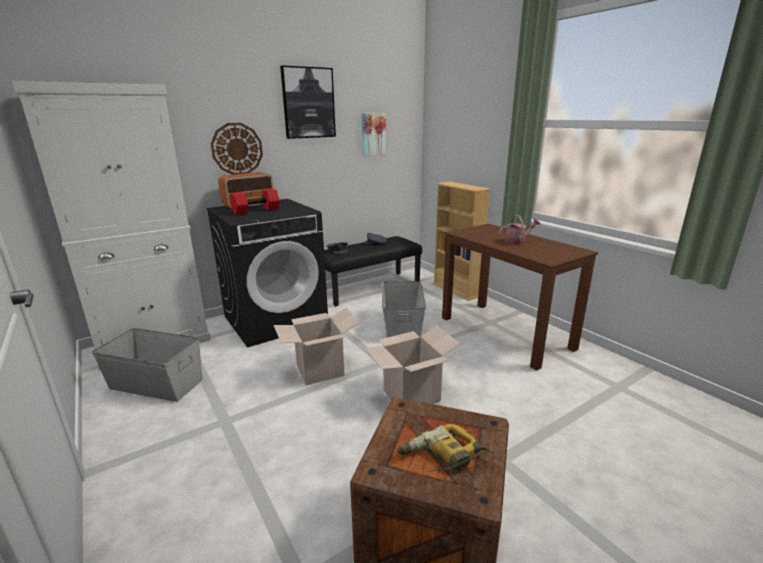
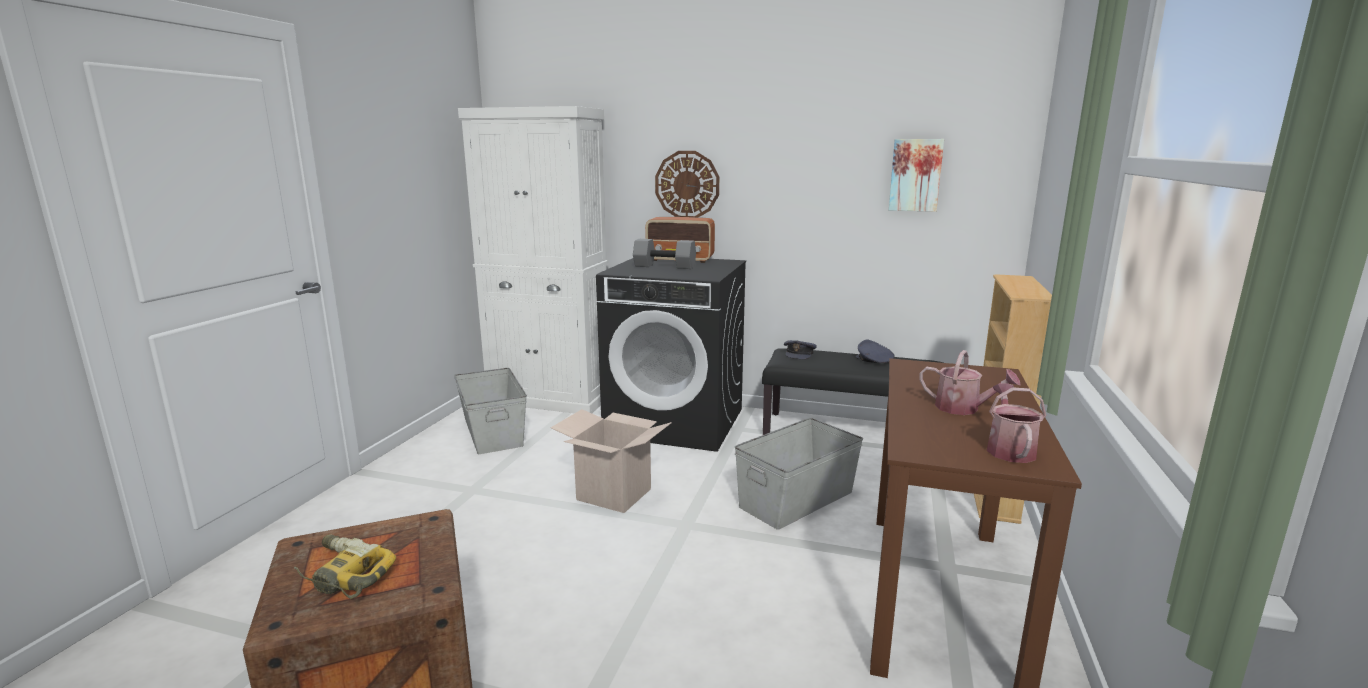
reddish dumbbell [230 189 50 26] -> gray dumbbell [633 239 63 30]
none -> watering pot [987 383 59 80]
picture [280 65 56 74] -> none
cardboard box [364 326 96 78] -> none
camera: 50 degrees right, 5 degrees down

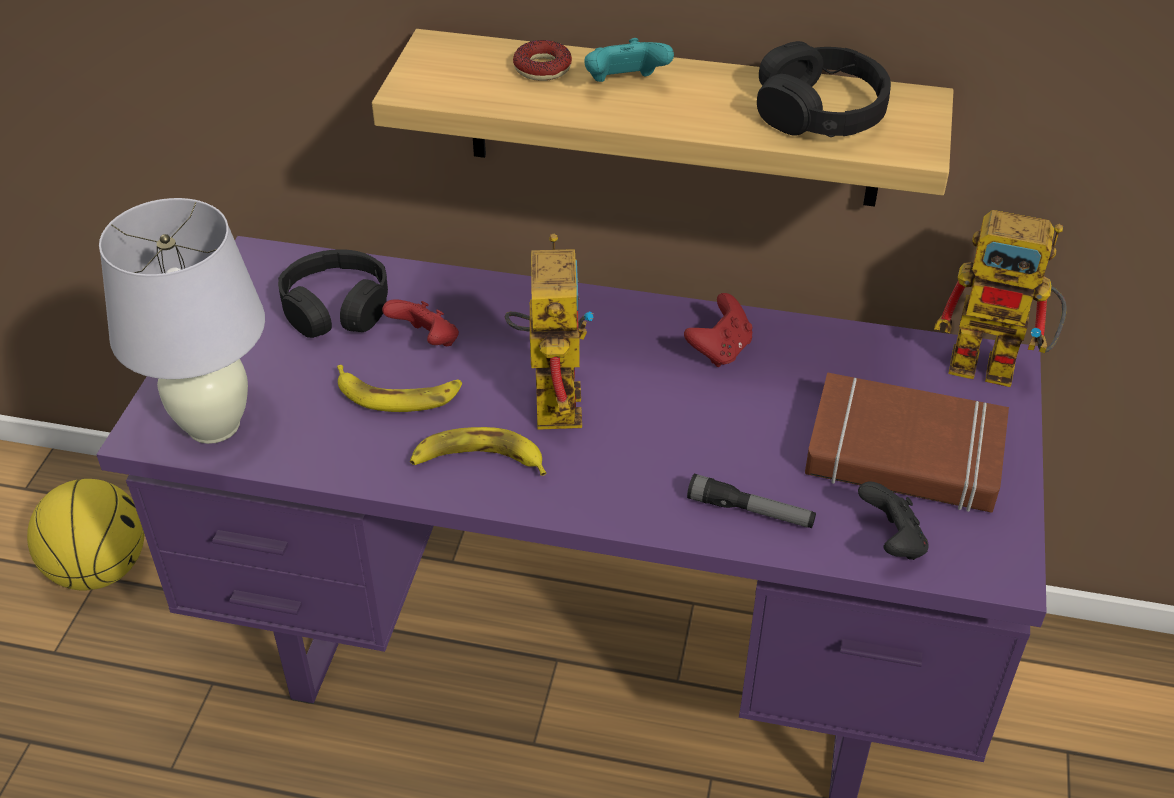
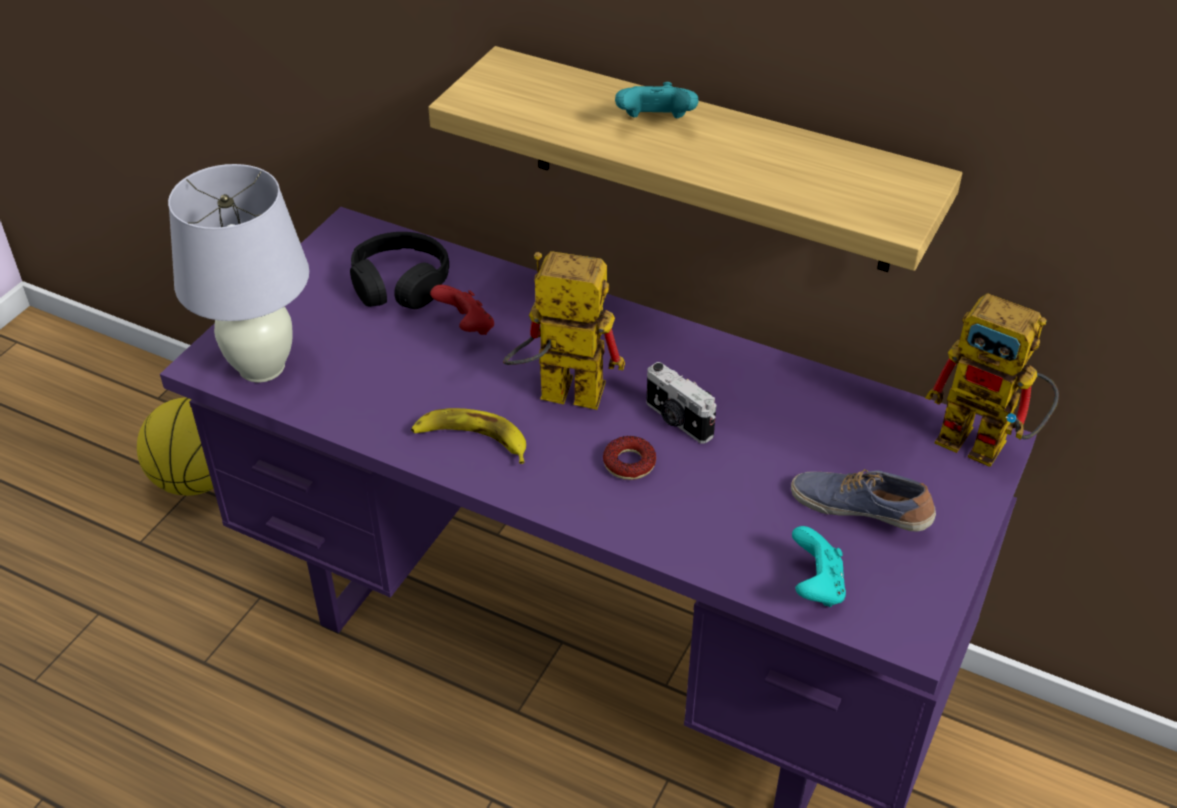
toy robot [505 234 89 196] -> toy robot [503 251 122 159], 90 degrees counterclockwise
ring doughnut [513 40 59 41] -> ring doughnut [603 436 53 44], move
none -> photo camera [646 362 70 82]
brown-coloured book [805 372 204 141] -> shoe [791 469 145 62]
black gamepad [858 481 71 79] -> turquoise-coloured gamepad [792 526 54 81]
banana [337 365 125 47] -> none
reddish gamepad [684 293 68 74] -> none
torch [687 474 129 54] -> none
black pair of headphones [757 41 134 96] -> none
camera: 15 degrees right, 0 degrees up

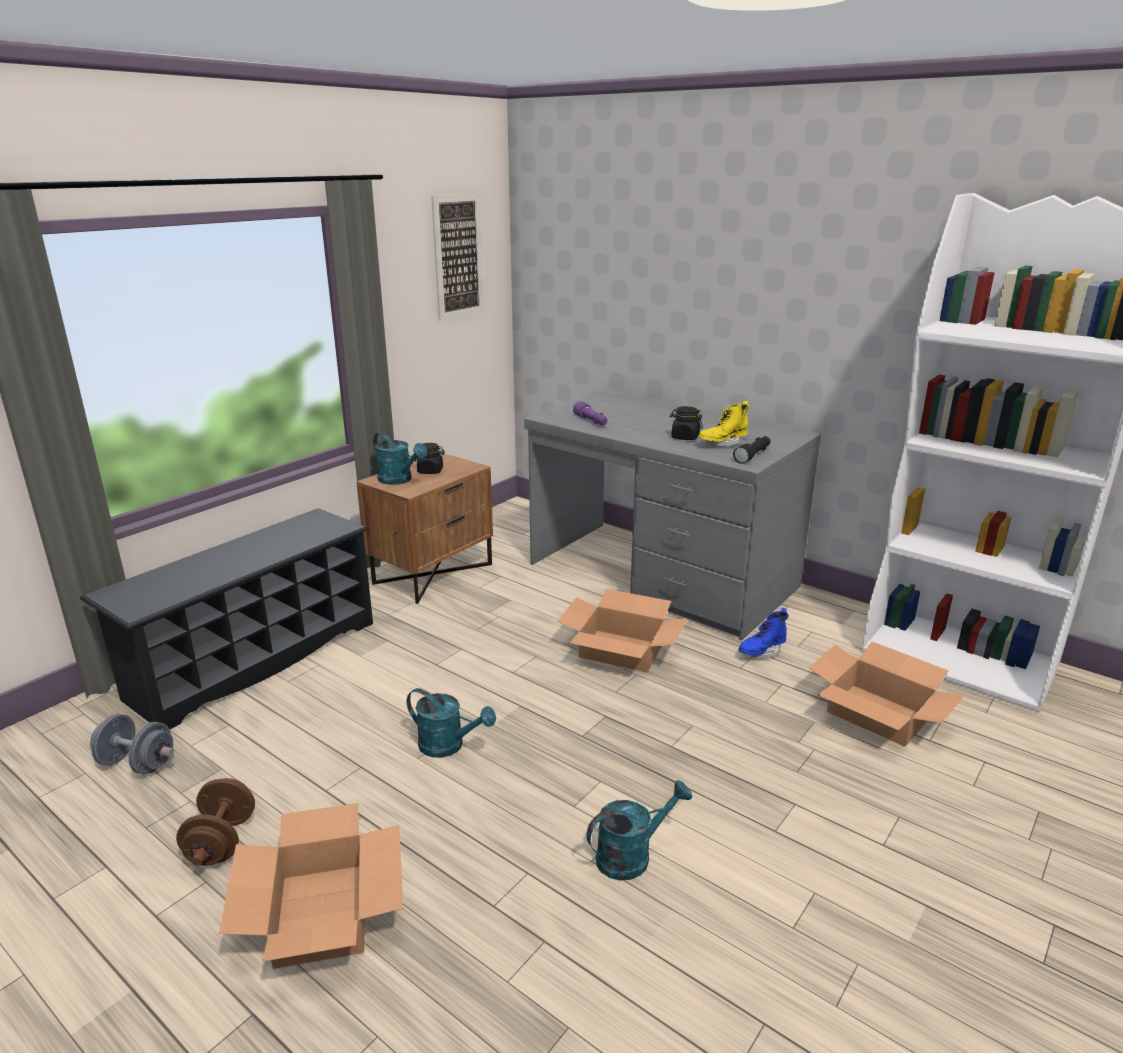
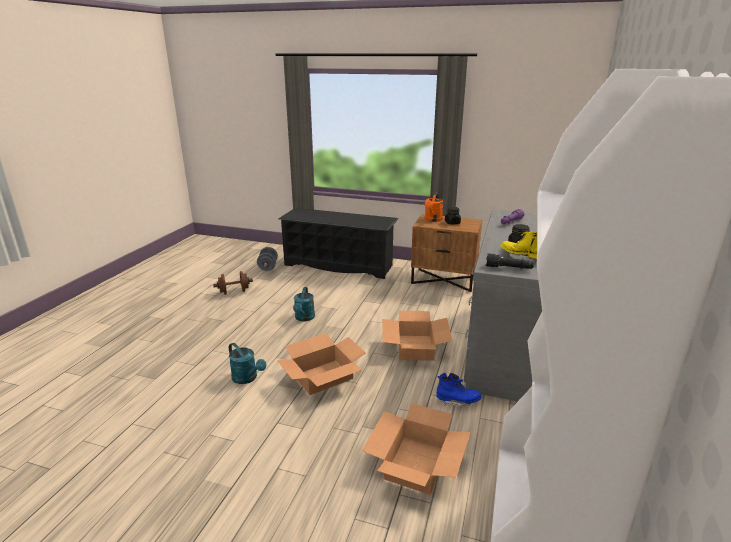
cardboard box [219 803 184 166] -> cardboard box [277 333 89 62], move
turquoise-coloured watering pot [373 432 54 53] -> orange watering pot [424 193 19 29]
bluish tall boot [738 608 51 51] -> bluish tall boot [436 373 46 33], 150 degrees clockwise
picture [431 193 54 128] -> none
camera: 70 degrees right, 0 degrees up

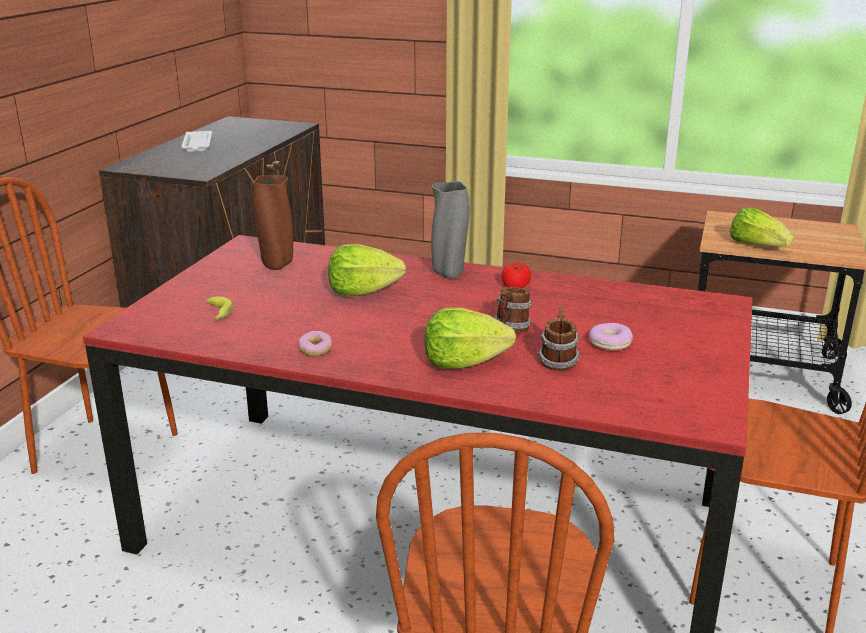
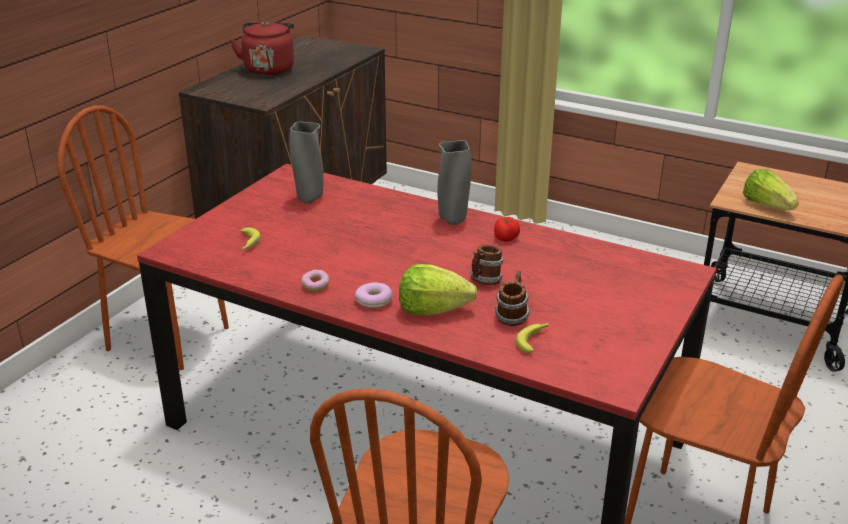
white-coloured serving tray [181 131 31 21] -> reddish tea kettle [230 21 64 55]
brown-coloured vase [253 175 40 95] -> gray vase [289 121 35 82]
ring doughnut [589 323 44 27] -> ring doughnut [355 283 38 25], move
none -> banana [516 323 33 30]
lettuce head [328 244 78 52] -> none
camera: 10 degrees right, 5 degrees up

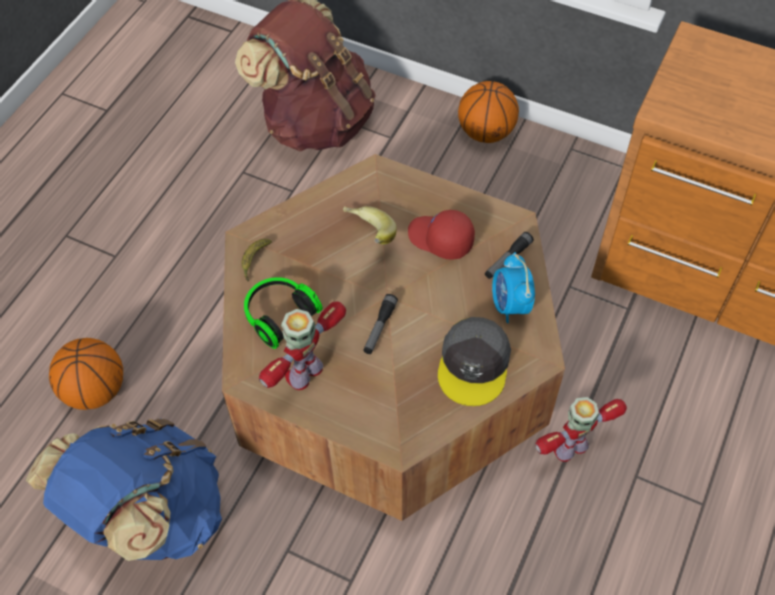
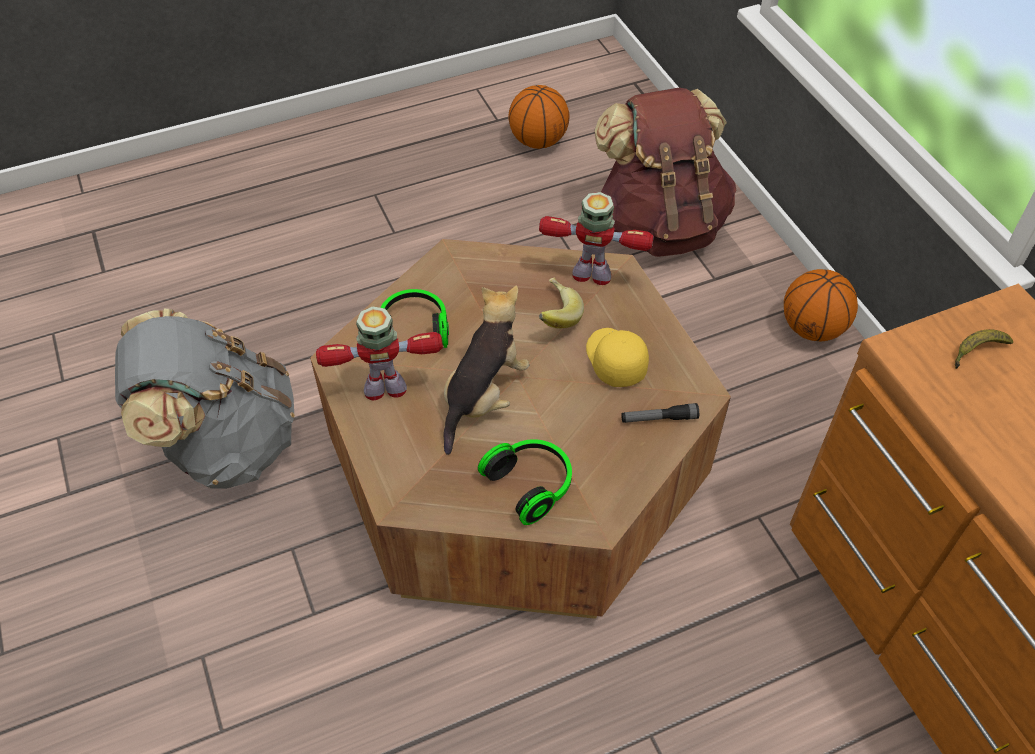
bluish backpack [26 419 196 142] -> gray backpack [115 309 180 180]
torch [363 294 35 60] -> soft toy [443 286 87 169]
gray peaked cap [438 317 73 89] -> pair of headphones [478 439 94 86]
basketball ball [49 338 74 72] -> basketball ball [508 85 61 64], move
toy robot [535 397 92 65] -> toy robot [539 192 115 93], move
reddish peaked cap [408 210 67 50] -> yellowish peaked cap [586 328 63 59]
banana [241 239 31 42] -> banana [955 329 58 40], move
bedside clock [492 252 43 71] -> none
camera: 40 degrees right, 5 degrees down

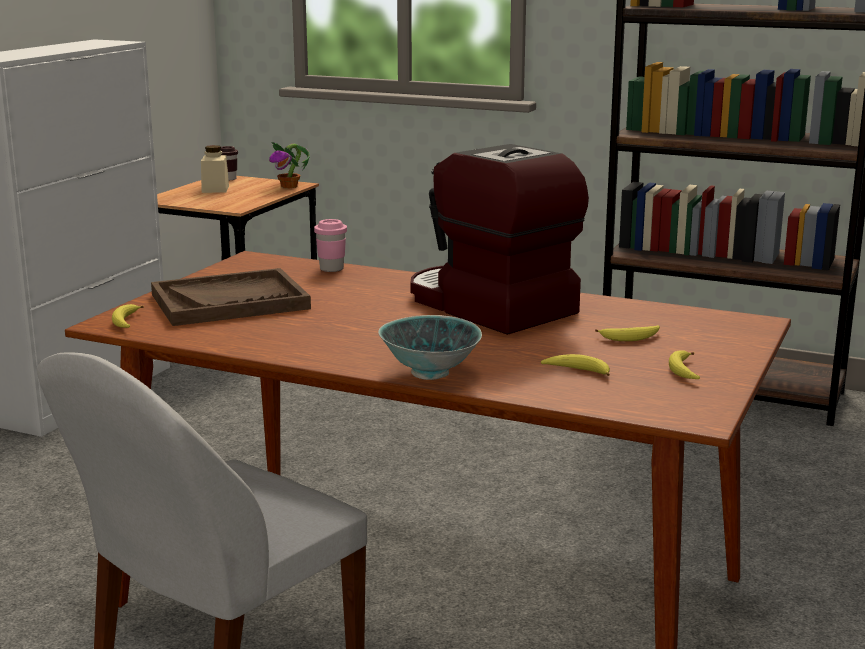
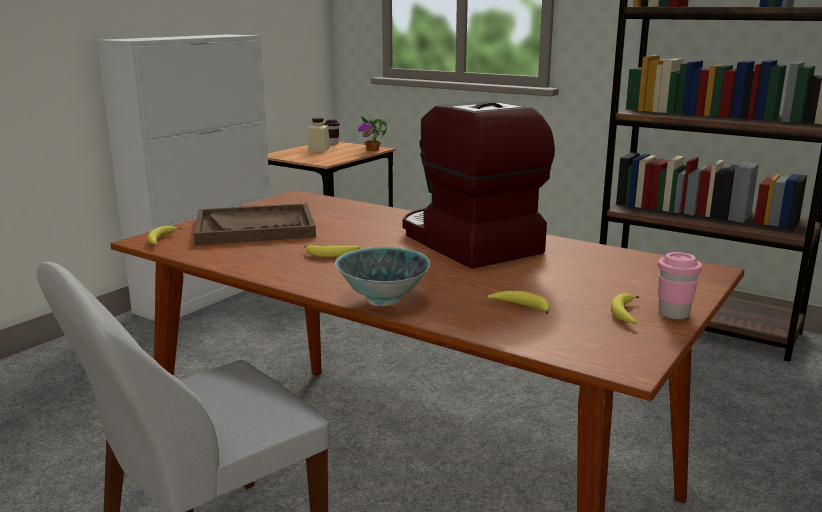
banana [595 325 65 16] -> banana [304 246 57 11], move
pink small cup [314 219 33 53] -> pink small cup [658 252 44 68], move
camera: 10 degrees right, 0 degrees up

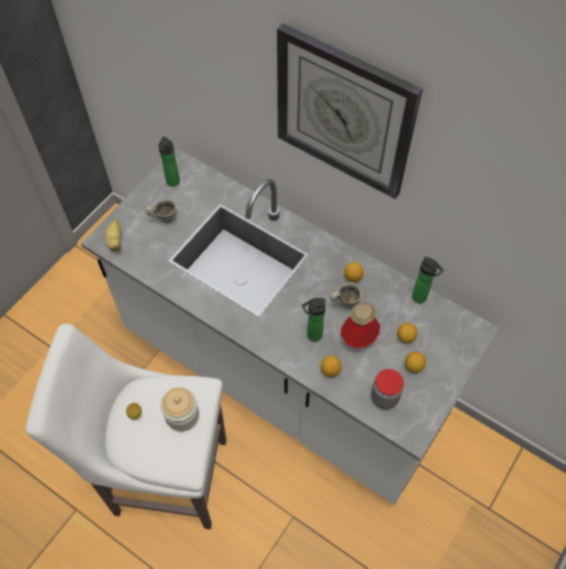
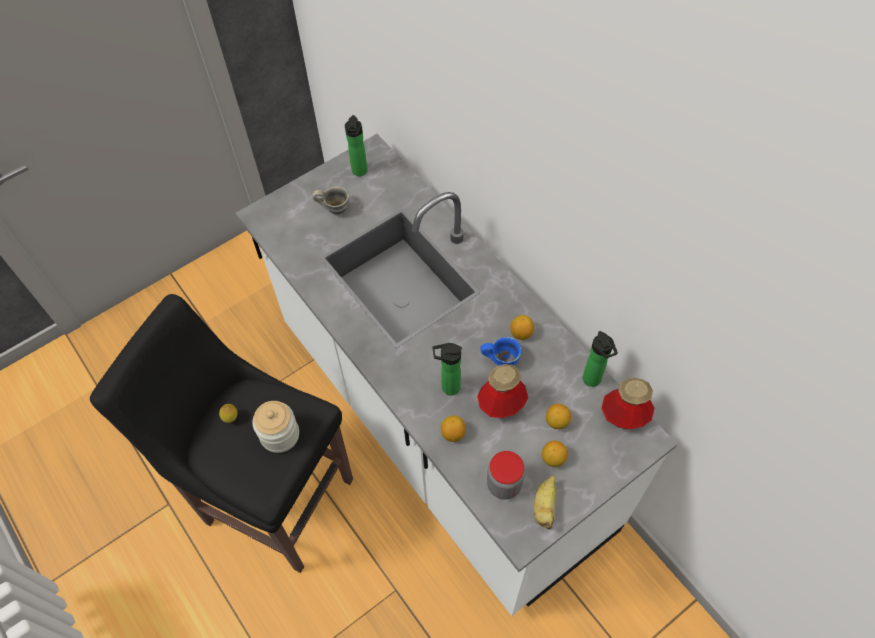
white-coloured stool [26 324 200 205] -> black stool [90 294 263 279]
gray mug [330 282 32 26] -> bluish mug [480 337 41 29]
banana [105 218 16 33] -> banana [534 475 22 54], move
none -> drink bottle [601 378 53 51]
wall clock [277 23 146 176] -> none
camera: 20 degrees right, 0 degrees up

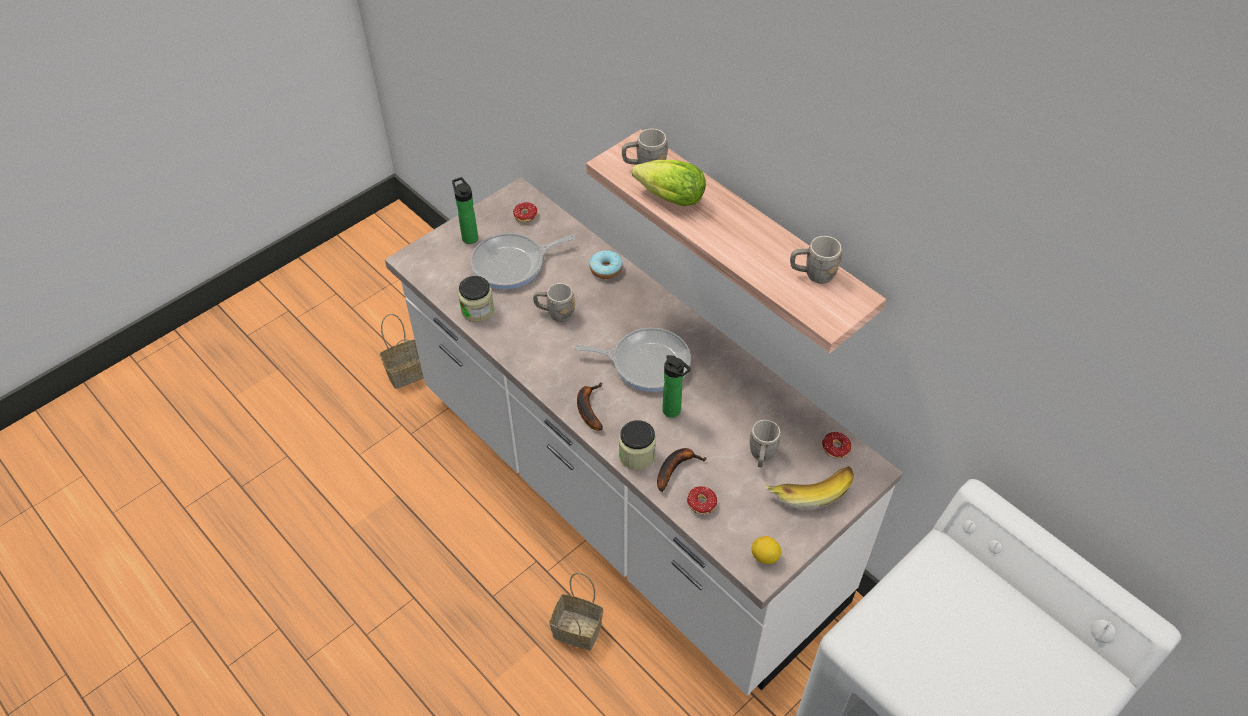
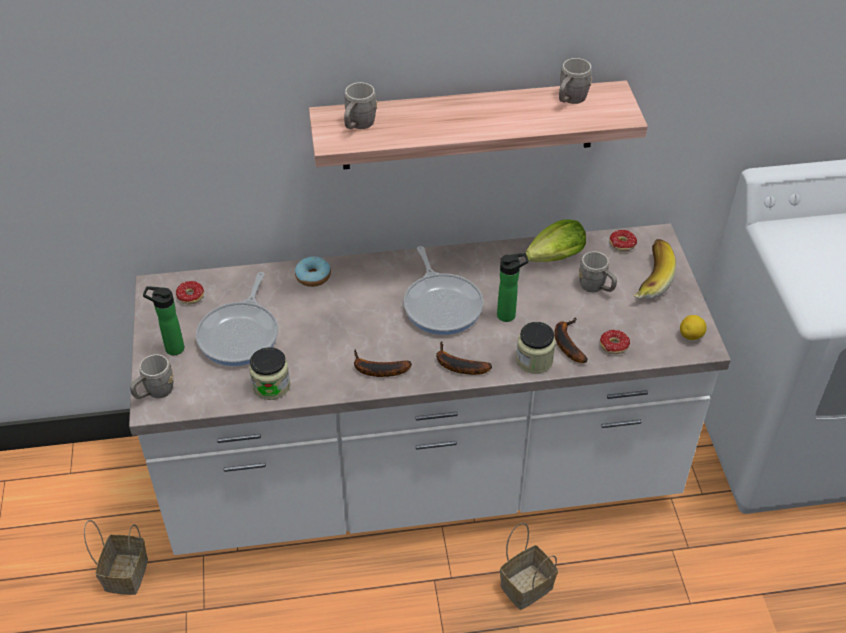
gray mug [533 283 42 39] -> gray mug [130 354 44 45], move
none -> banana [354 350 58 27]
skillet [574 328 117 64] -> skillet [404 246 79 89], 120 degrees clockwise
lettuce head [632 160 74 46] -> lettuce head [525 219 61 43], move
camera: 55 degrees left, 5 degrees down

